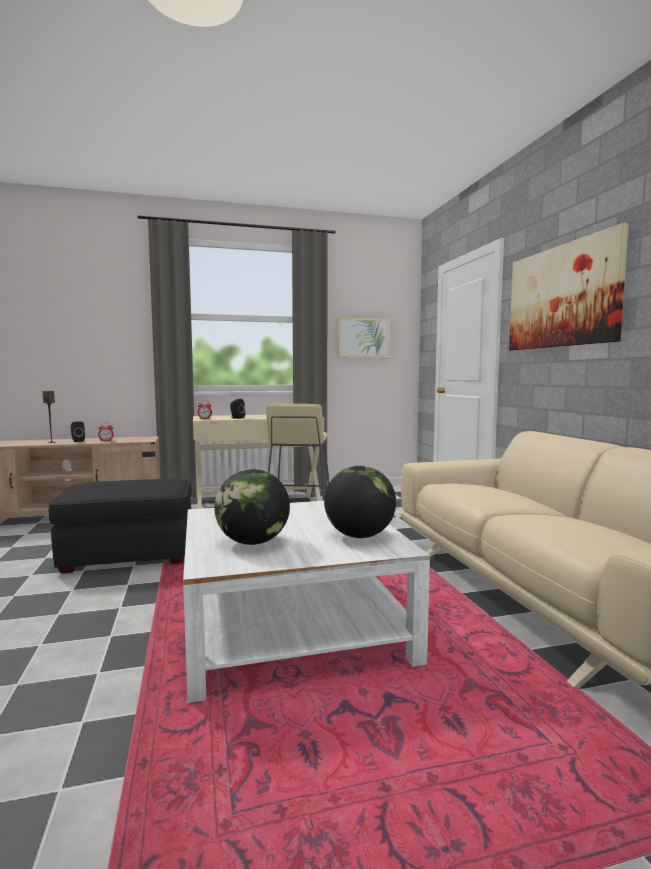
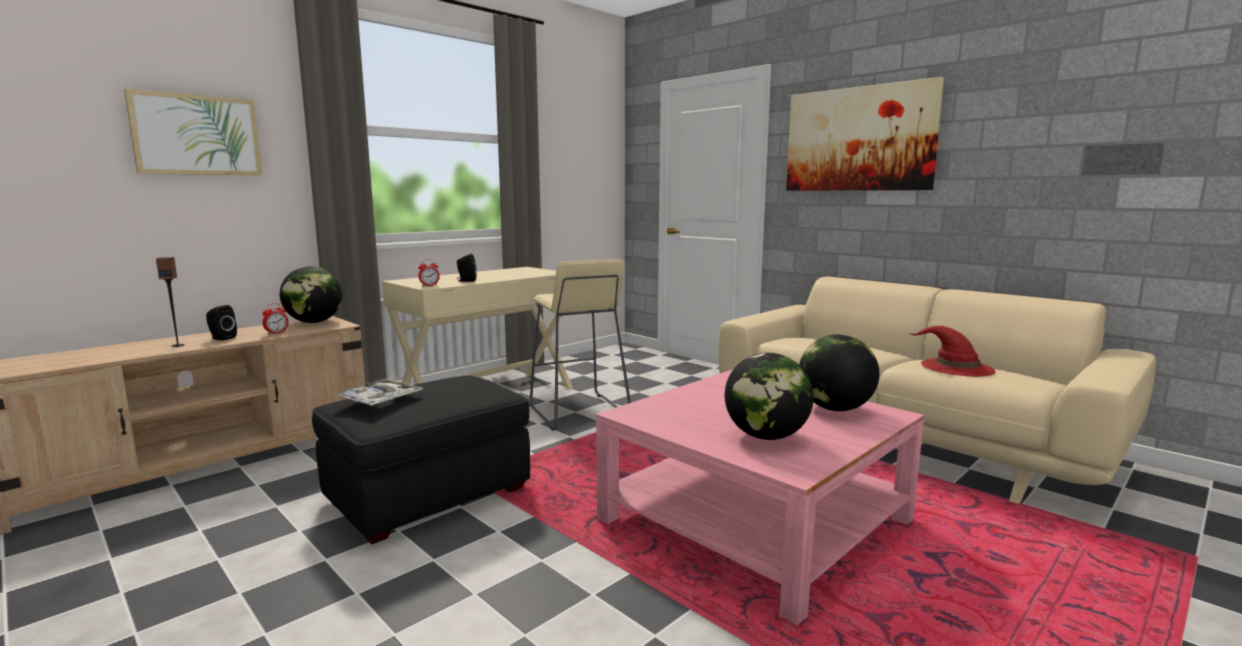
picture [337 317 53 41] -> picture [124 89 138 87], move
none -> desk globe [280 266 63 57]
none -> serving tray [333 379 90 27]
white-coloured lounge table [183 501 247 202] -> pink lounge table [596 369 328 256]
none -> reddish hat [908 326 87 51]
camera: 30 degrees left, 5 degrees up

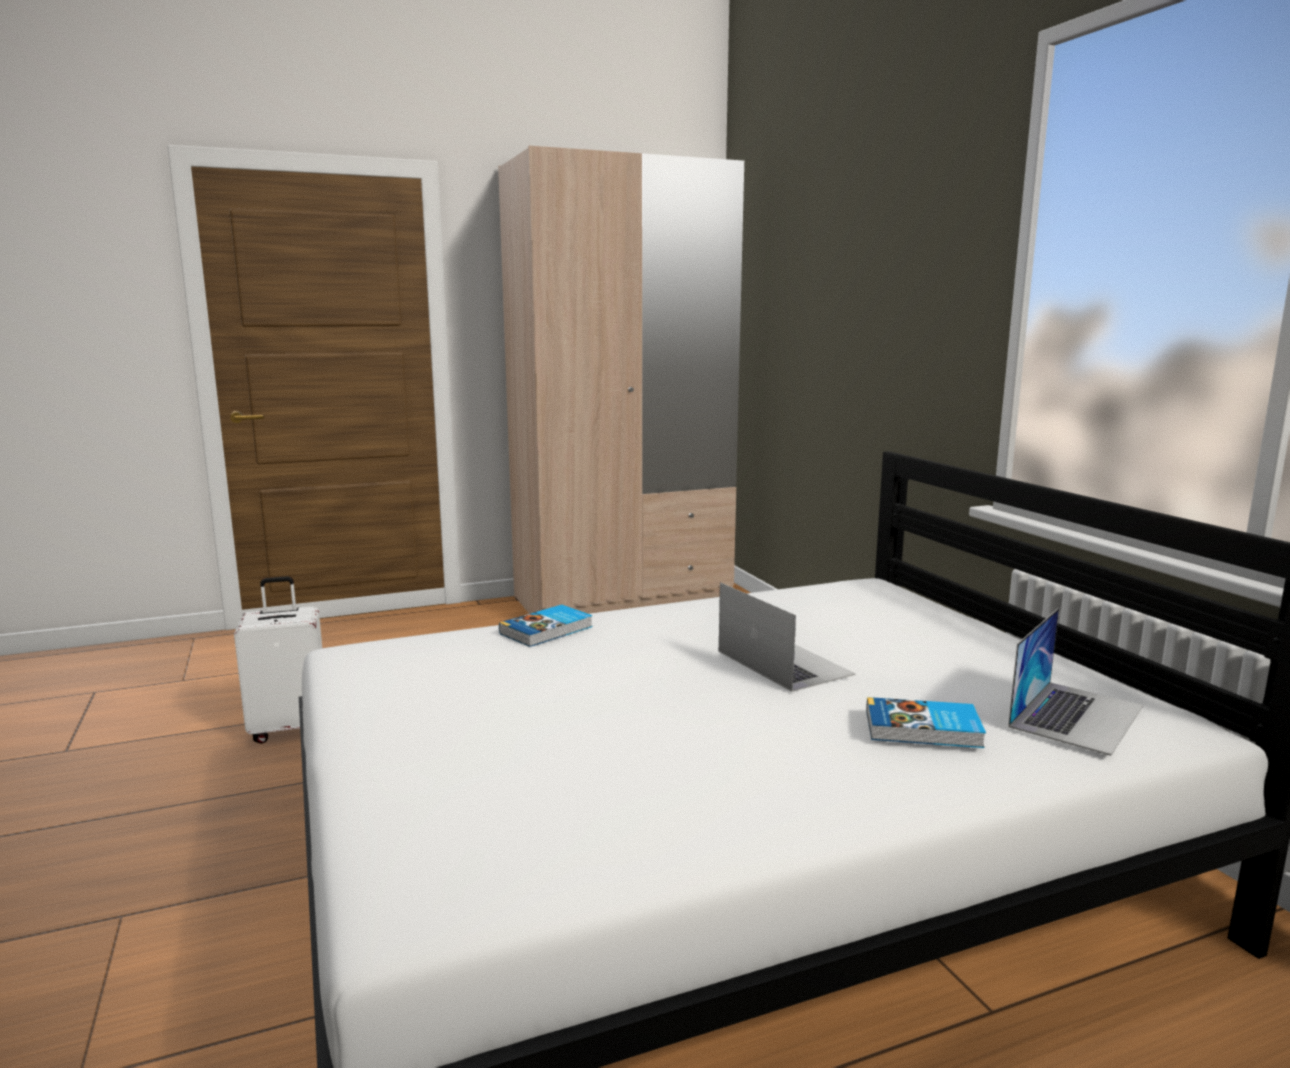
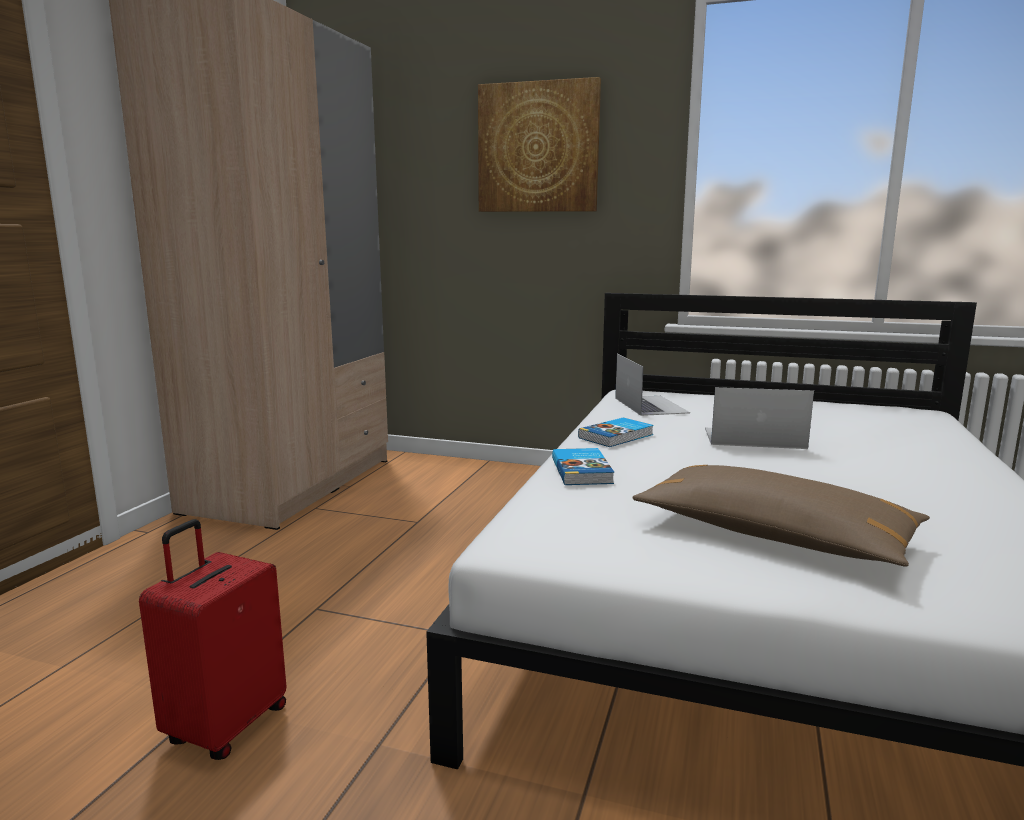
white-coloured suitcase [234 576 88 168] -> reddish suitcase [139 519 147 241]
none -> picture [478 77 123 135]
book [866 697 120 51] -> book [578 418 76 29], move
laptop [1008 608 135 148] -> laptop [615 354 75 62], move
none -> brown-coloured pillow [633 465 297 101]
camera: 50 degrees left, 0 degrees up

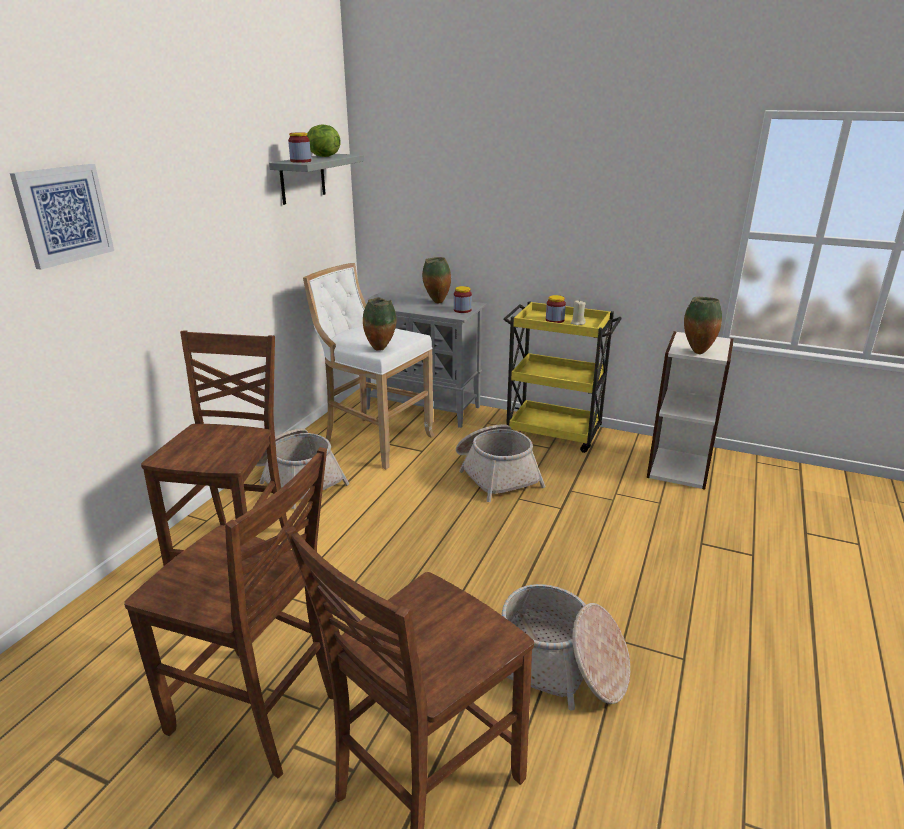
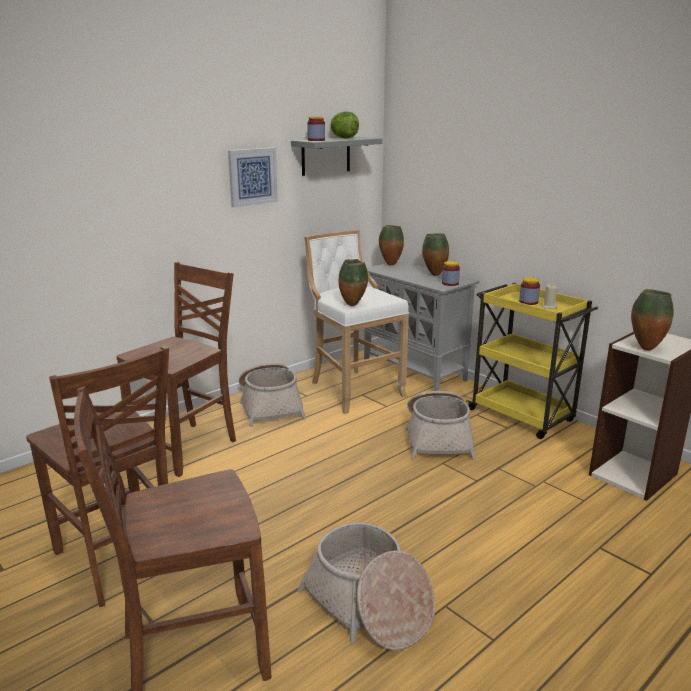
picture [10 164 104 106] -> picture [228 147 50 60], move
none -> vase [379 225 25 40]
camera: 25 degrees right, 5 degrees down

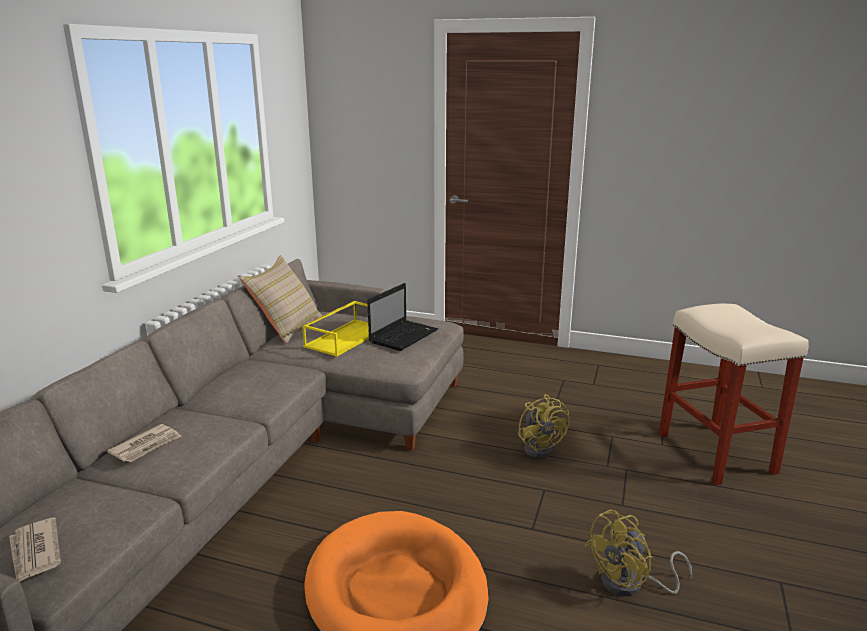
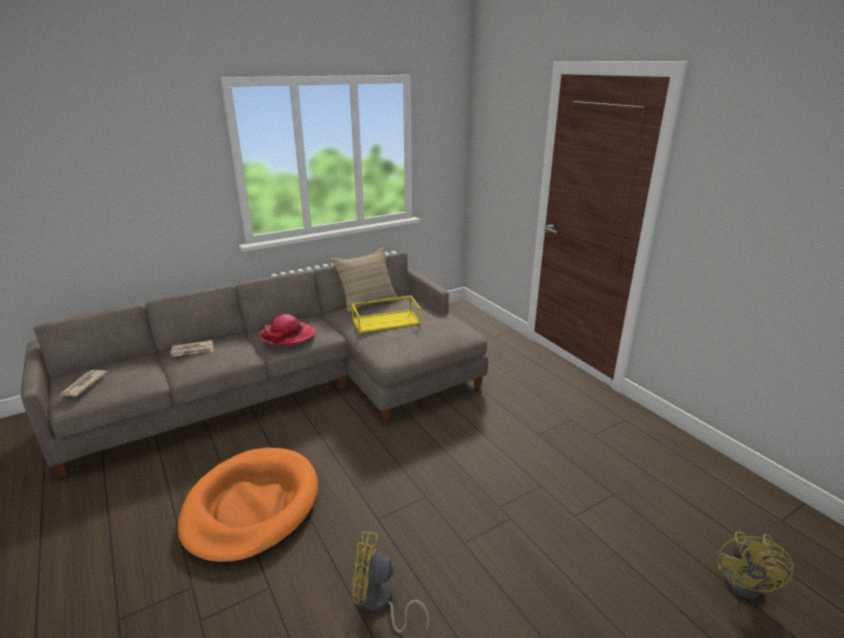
none -> hat [259 314 57 32]
yellowish electric fan [518 394 52 64] -> yellowish electric fan [717 532 77 67], move
laptop [367 283 71 68] -> none
beige stool [659 303 150 182] -> none
camera: 40 degrees right, 5 degrees up

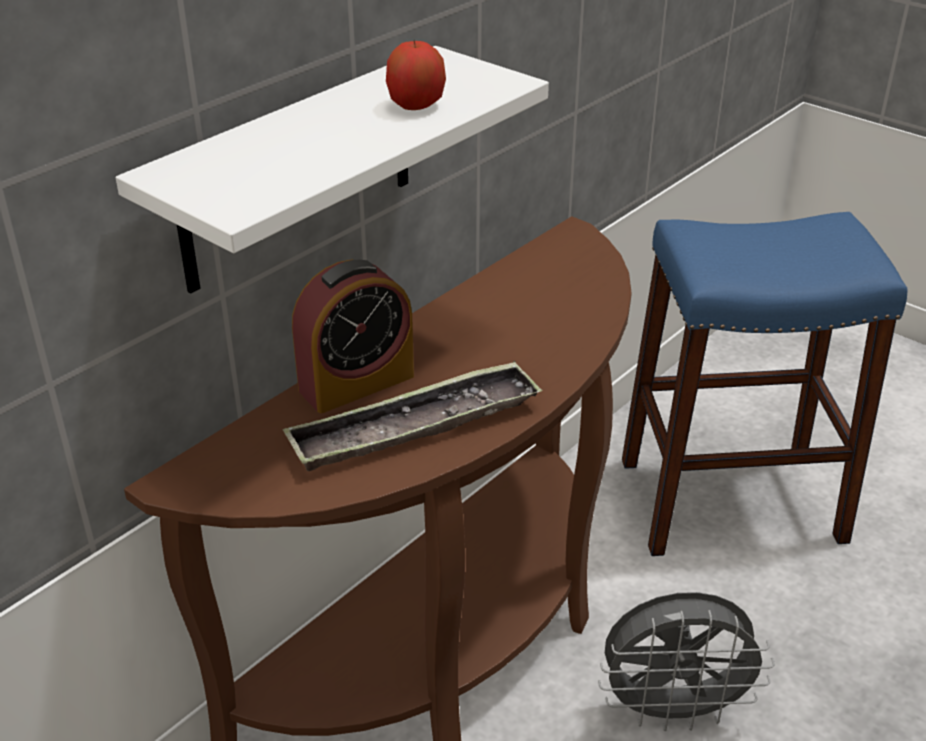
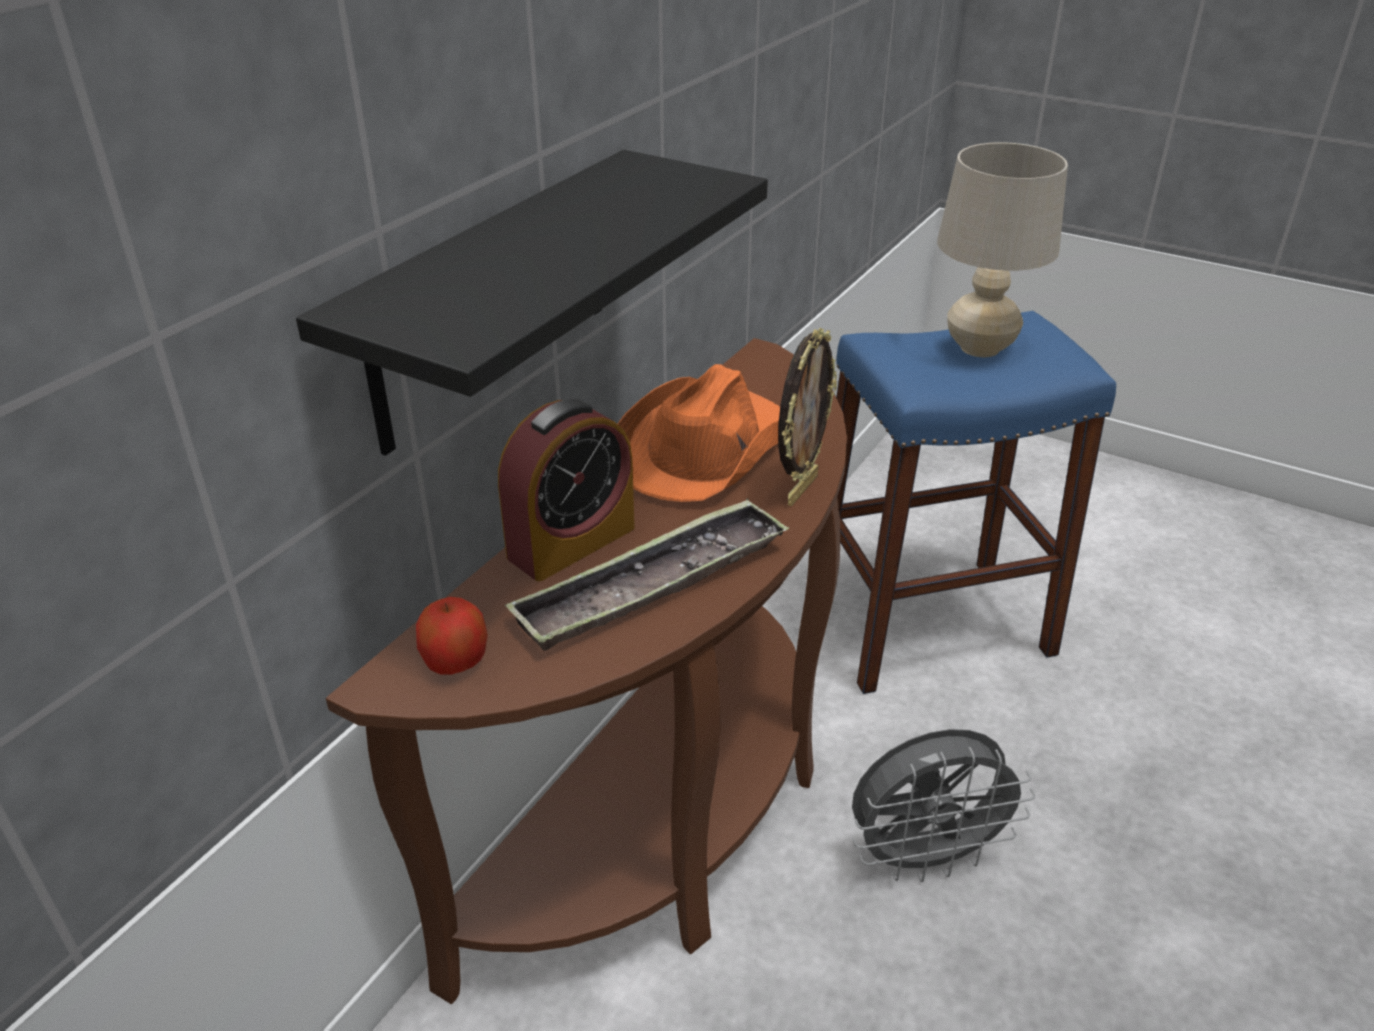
white-coloured wall shelf [116 46 433 248] -> black wall shelf [296 150 472 306]
whole apple [386 40 60 70] -> whole apple [416 597 72 77], move
none -> orange hat [618 364 162 138]
none -> photo frame [778 328 59 178]
none -> beige tabletop lamp [937 142 131 215]
camera: 10 degrees left, 0 degrees up

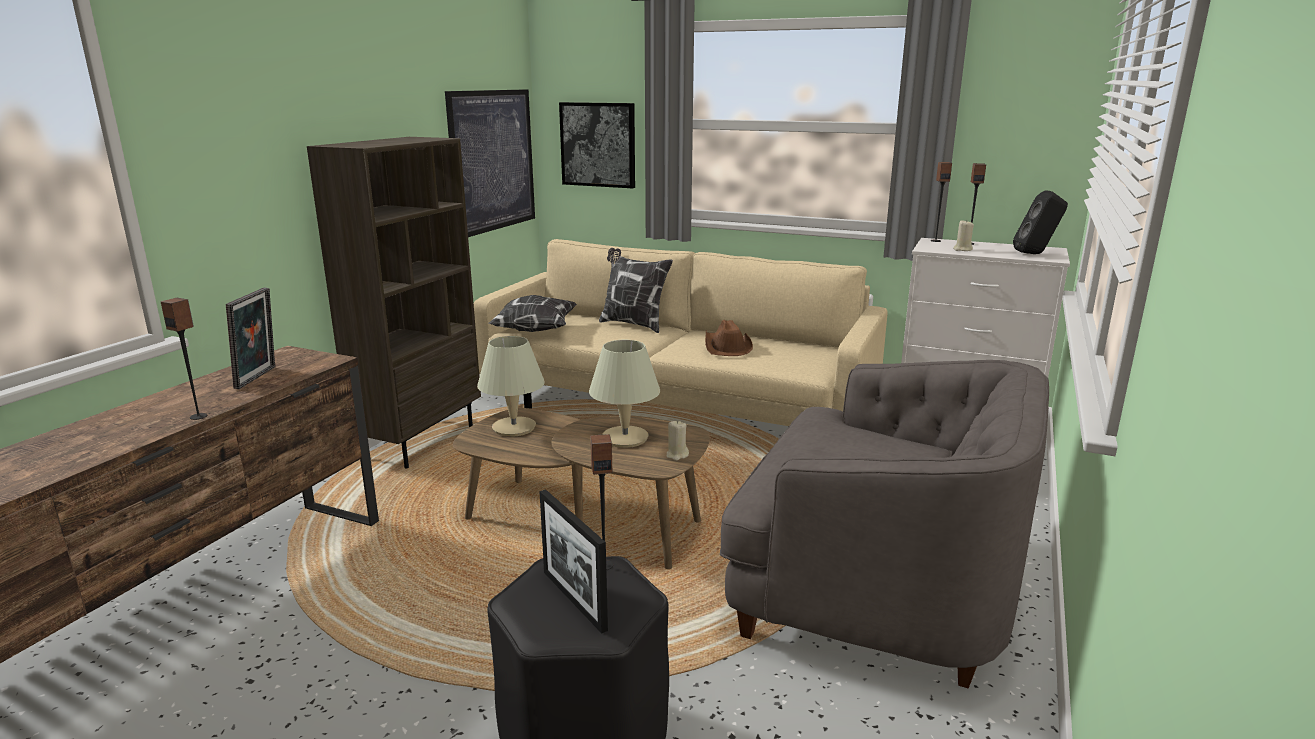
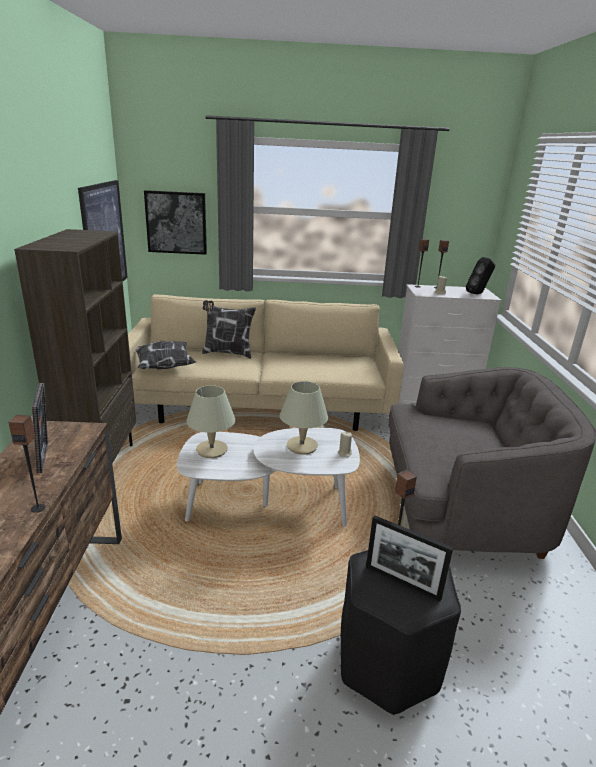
brown-coloured lounge table [453 408 257 161] -> white-coloured lounge table [177 428 183 98]
brown-coloured hat [705 320 48 36] -> none
camera: 25 degrees left, 5 degrees up

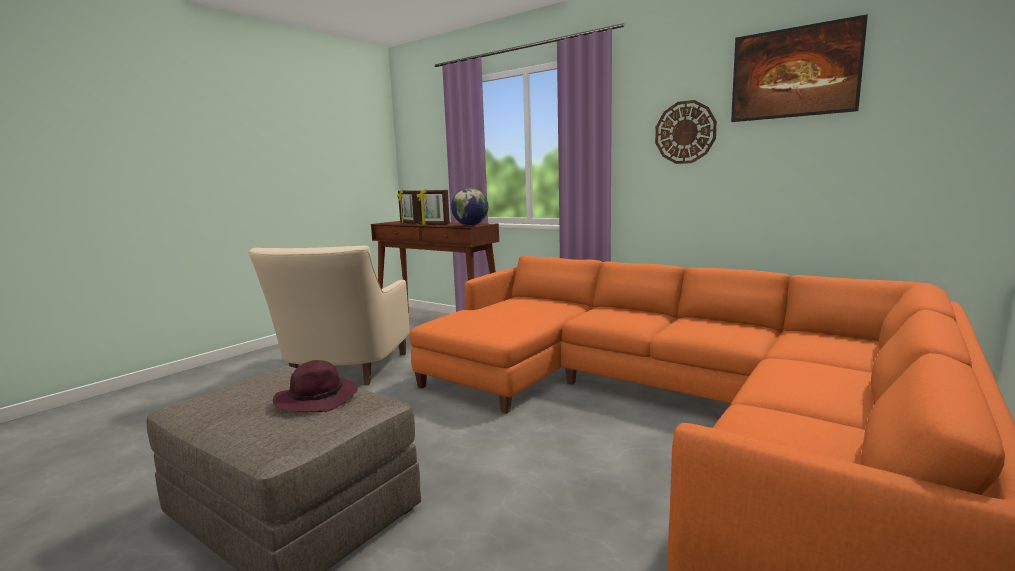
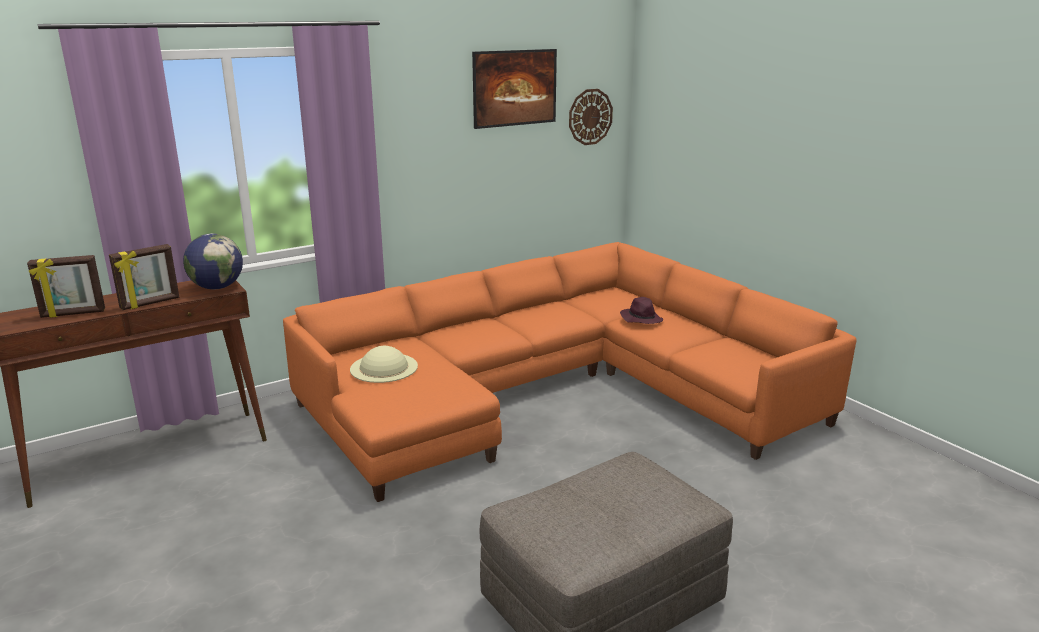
none -> beige hat [350 346 68 37]
wall clock [655 100 62 64] -> wall clock [569 89 44 56], move
purple hat [273 360 85 52] -> purple hat [620 297 43 27], move
beige lounge chair [248 246 161 139] -> none
camera: 70 degrees left, 10 degrees up

